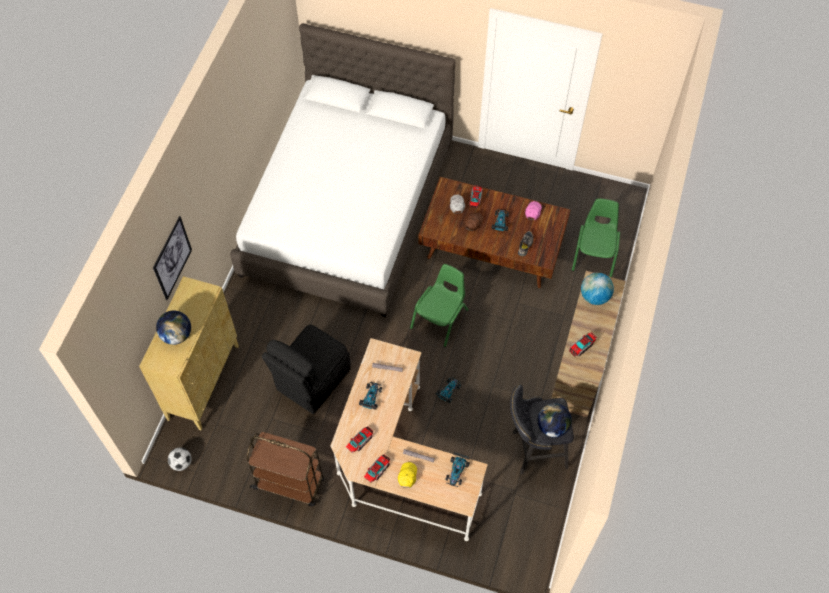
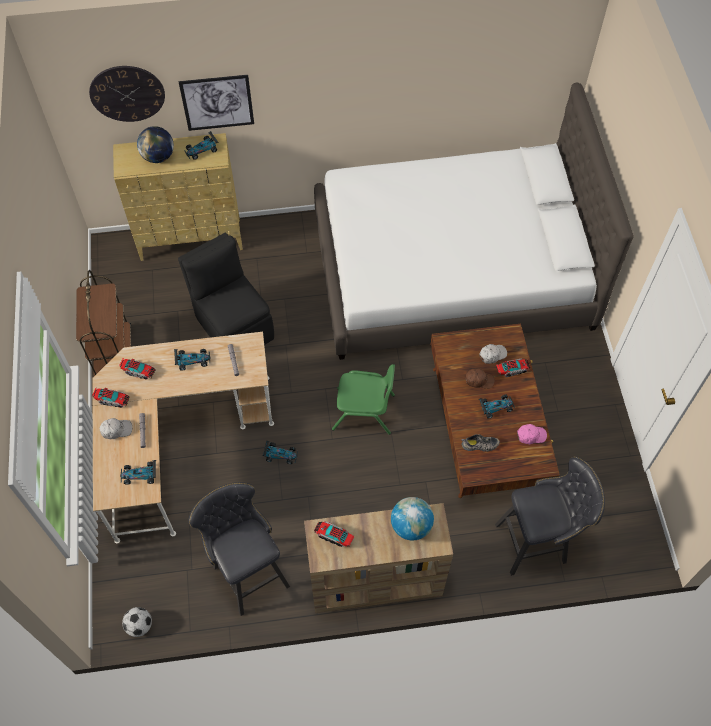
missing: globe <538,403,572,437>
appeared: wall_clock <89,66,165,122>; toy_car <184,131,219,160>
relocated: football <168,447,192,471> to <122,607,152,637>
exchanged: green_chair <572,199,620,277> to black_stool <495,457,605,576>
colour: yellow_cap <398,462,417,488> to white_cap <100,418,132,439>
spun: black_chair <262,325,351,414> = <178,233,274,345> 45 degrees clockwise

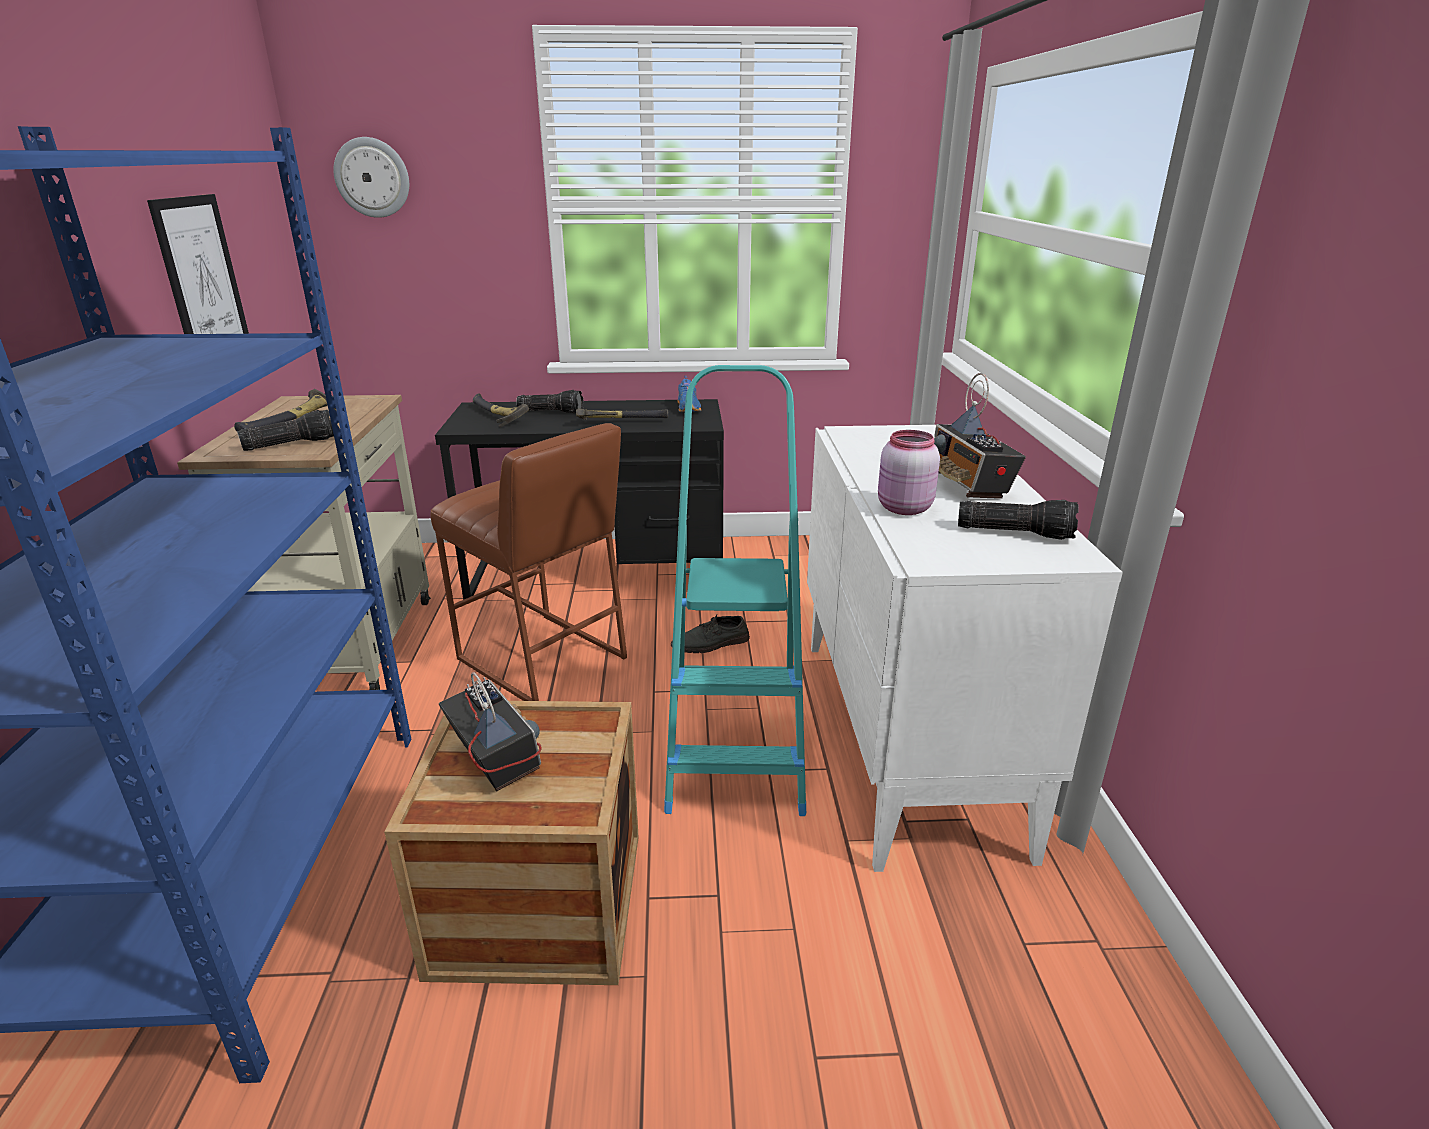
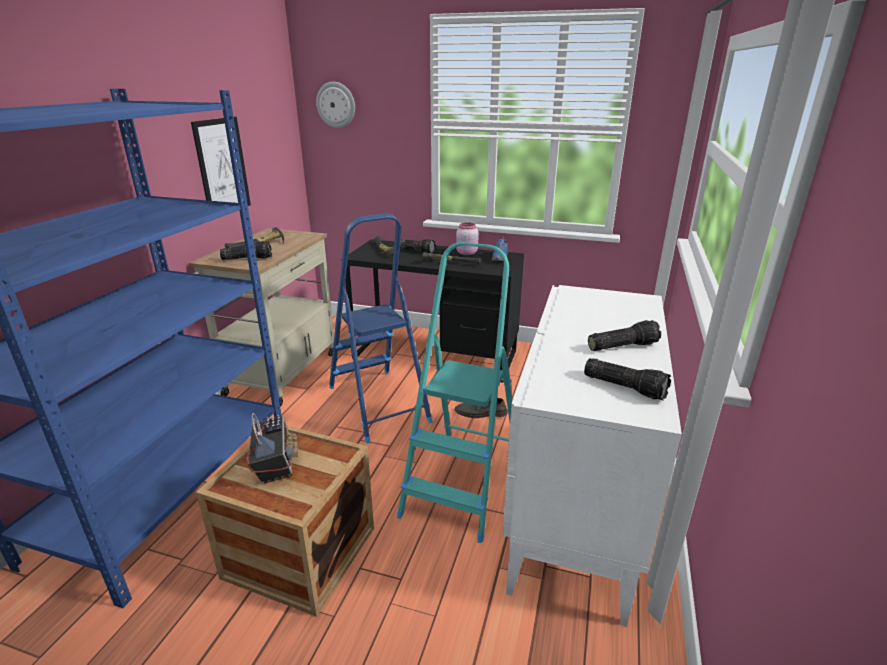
relocated: pink_jar <878,430,940,515> to <456,222,479,256>
exchanged: radio <934,373,1026,499> to flashlight <588,320,661,351>; brown_stool <430,423,627,701> to blue_step_ladder <329,213,433,444>

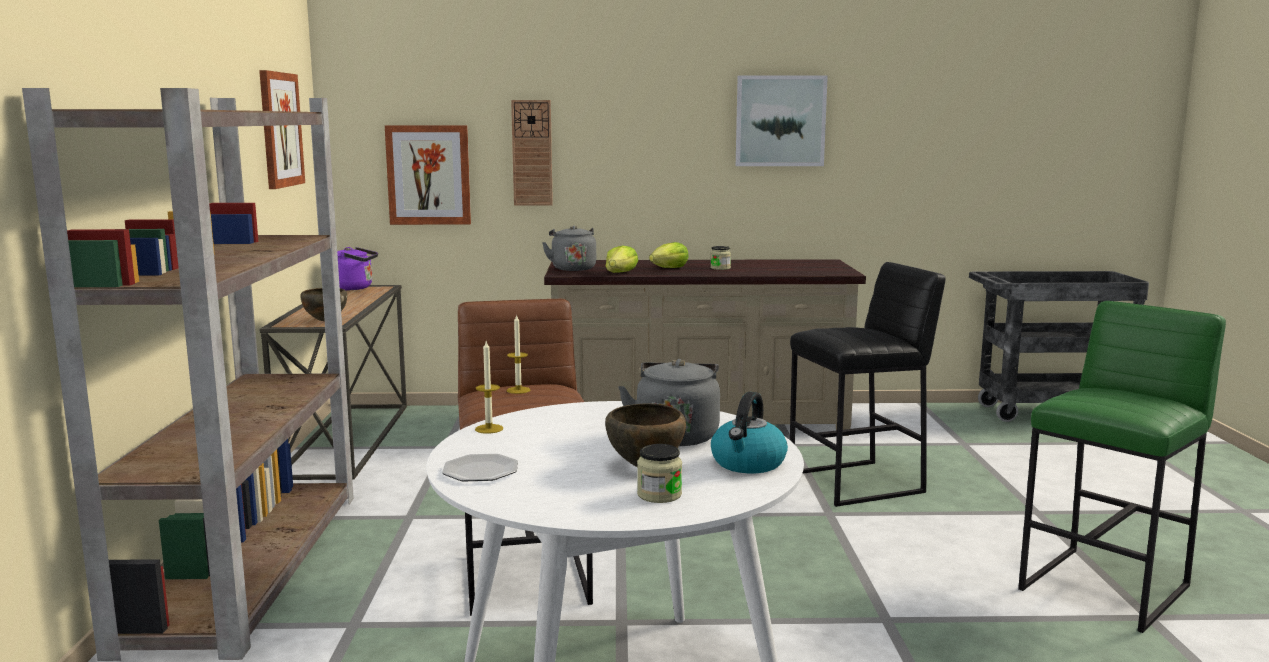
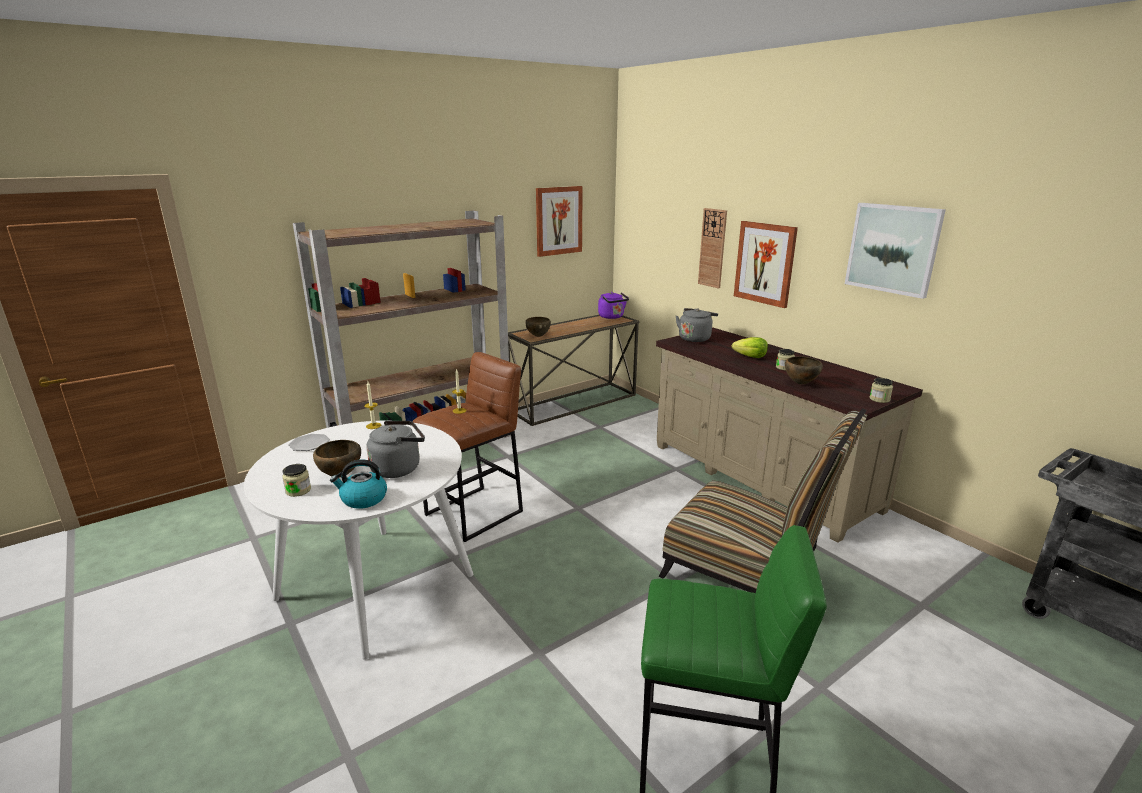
missing: lettuce <606,246,638,273>
appeared: brown_bowl <785,356,823,384>; jar <869,378,893,403>
relocated: picture <385,125,471,225> to <734,221,798,308>
exchanged: black_stool <790,262,946,507> to chair <659,408,867,593>

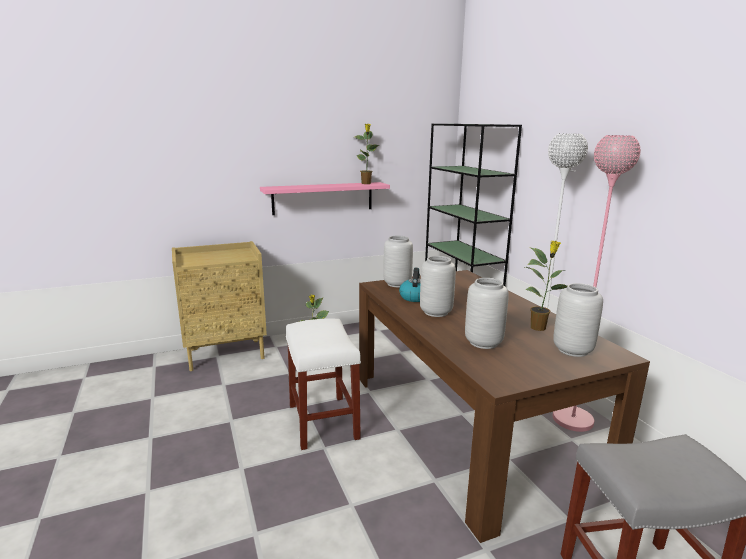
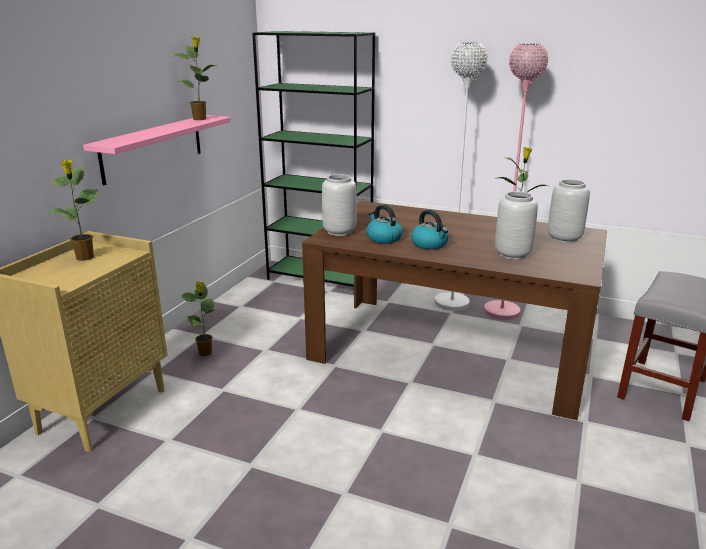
missing: white_stool <286,318,361,450>
appeared: potted_plant <49,159,98,261>
exchanged: grey_vase <420,256,456,317> to kettle <411,210,449,250>

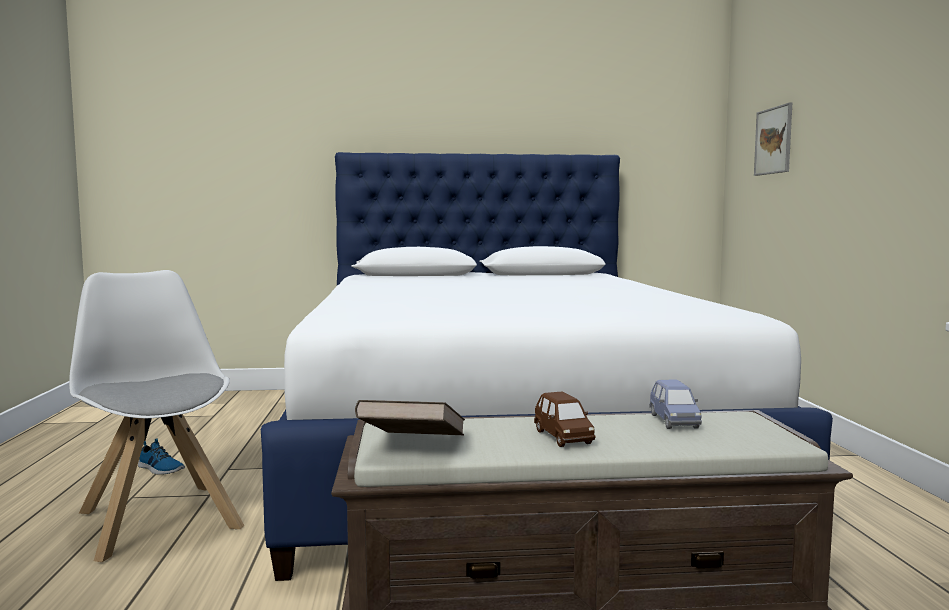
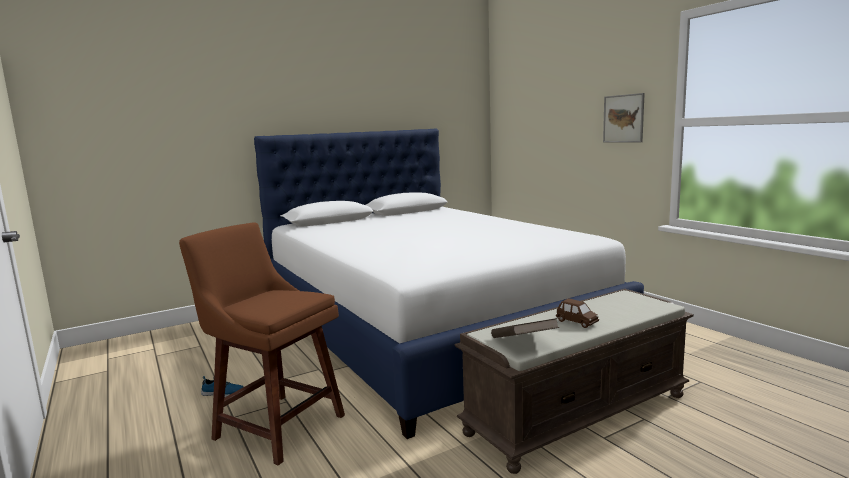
missing: blue_toy_car <649,380,702,429>
relocated: picture <754,102,792,176> to <603,93,645,142>
exchanged: chair <69,270,244,562> to brown_stool <179,223,345,465>

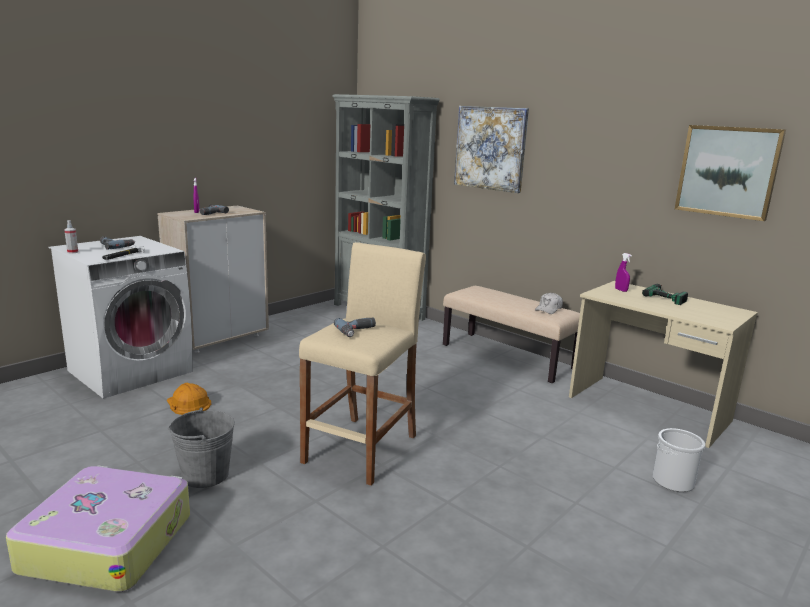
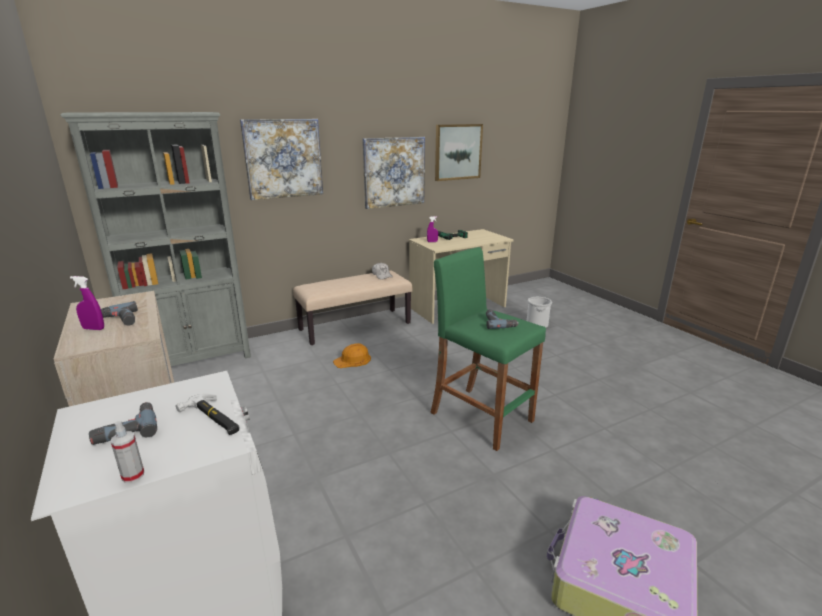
missing: grey_bucket <168,408,235,488>
appeared: picture <363,137,425,209>
relocated: orange_hard_hat <167,382,211,415> to <333,343,371,368>
colour: beige_stool <299,242,426,486> to green_stool <430,247,546,451>

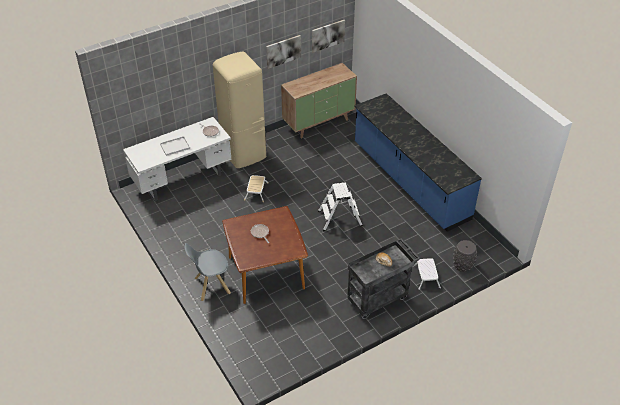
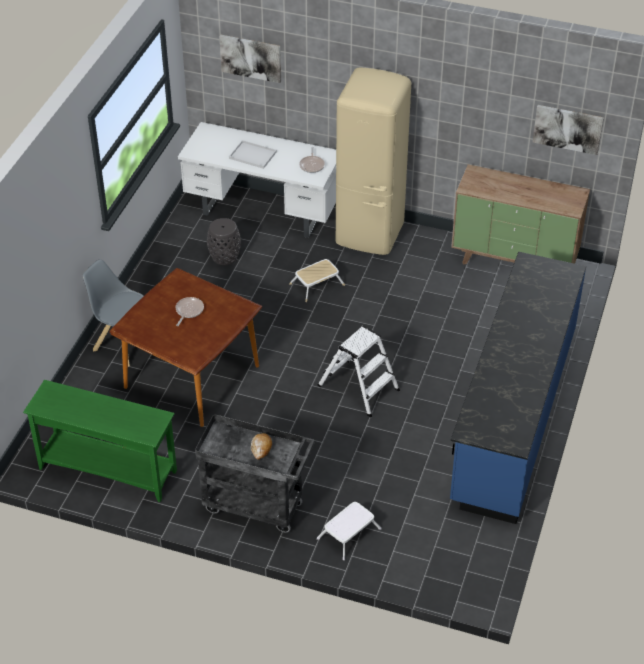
appeared: green_console_table <23,380,177,502>
relocated: picture <266,35,301,69> to <219,35,281,83>; grey_stool <453,240,477,272> to <207,218,241,265>

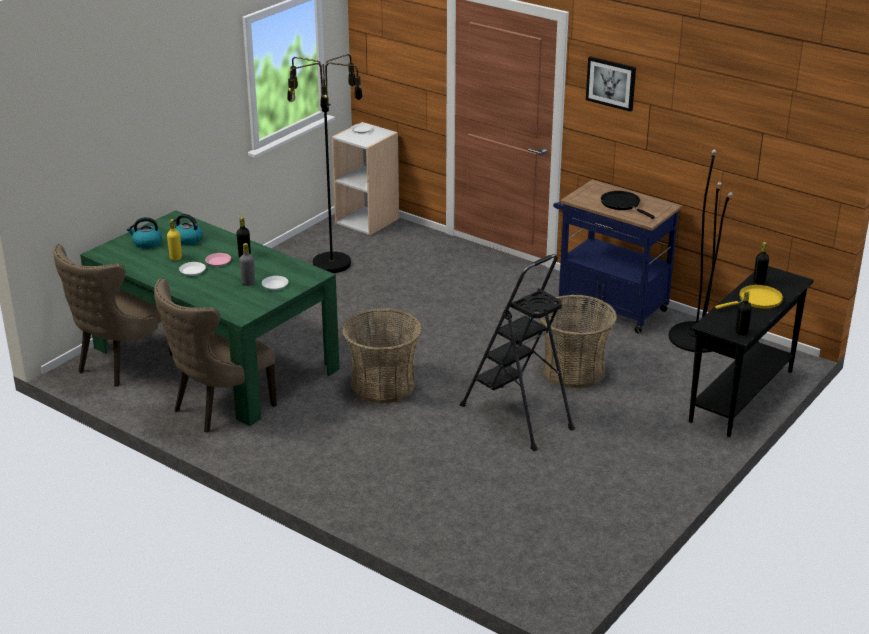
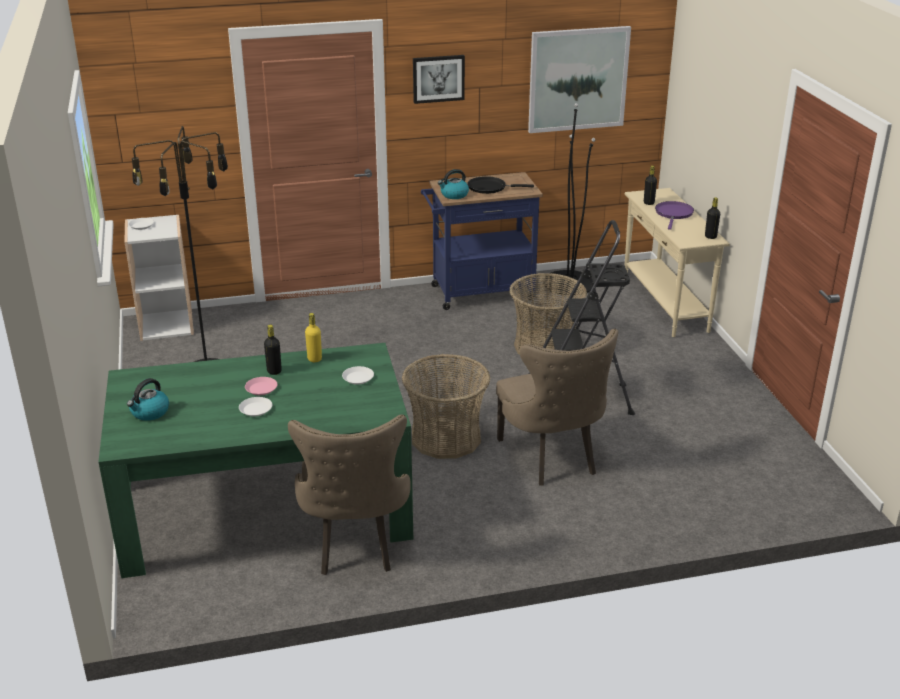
missing: grey_bottle <239,243,255,286>
appeared: picture <528,26,631,133>
relocated: kettle <174,214,203,245> to <438,169,469,199>; yellow_bottle <167,219,182,261> to <305,313,322,362>; beige_chair <54,244,173,387> to <496,329,618,486>
colour: black_console_table <689,266,814,437> to beige_console_table <625,188,730,338>; yellow_frying_pan <715,285,783,309> to purple_frying_pan <655,201,694,230>

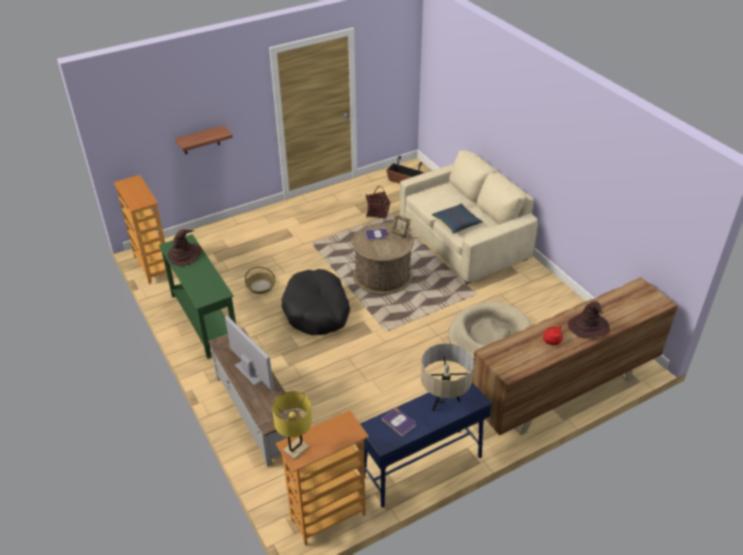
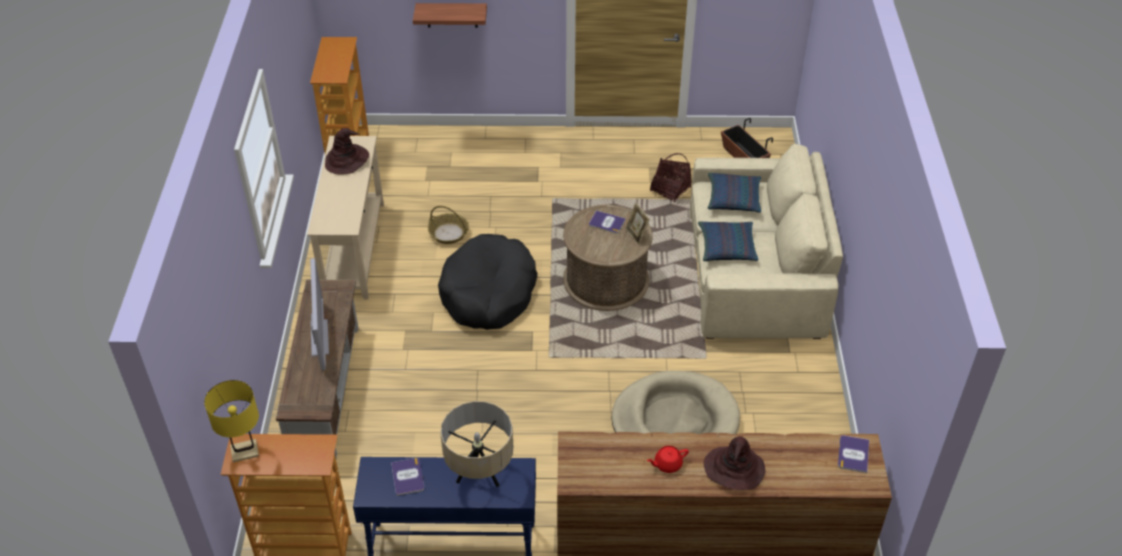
appeared: blue_pillow <708,173,761,212>; book <838,435,869,473>
colour: green_console_table <159,234,236,359> to beige_console_table <307,136,384,299>

